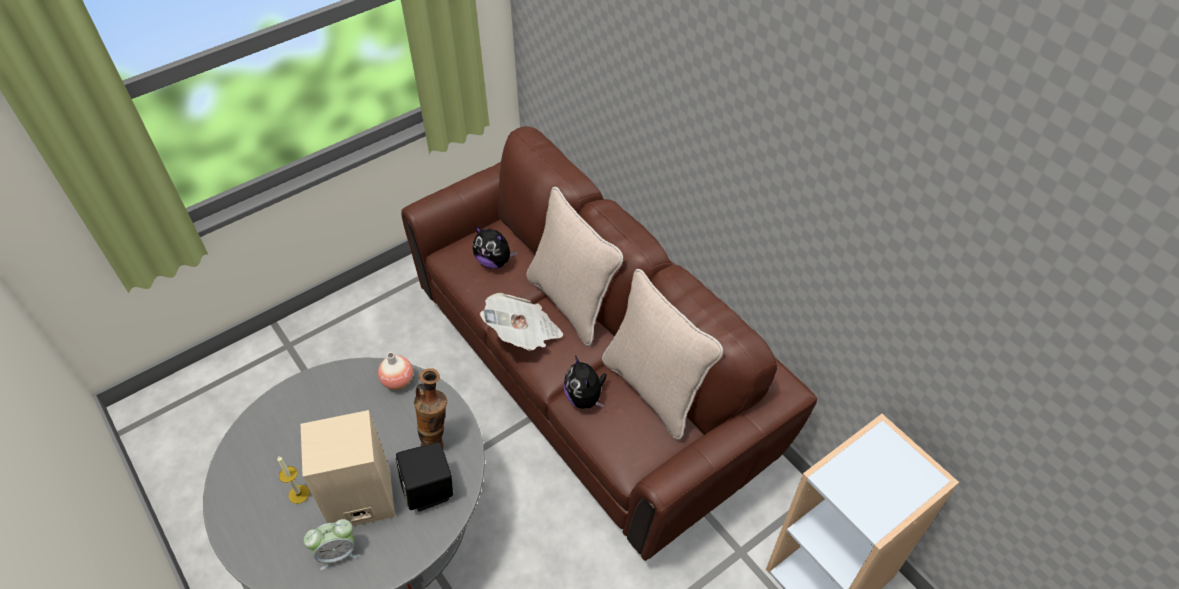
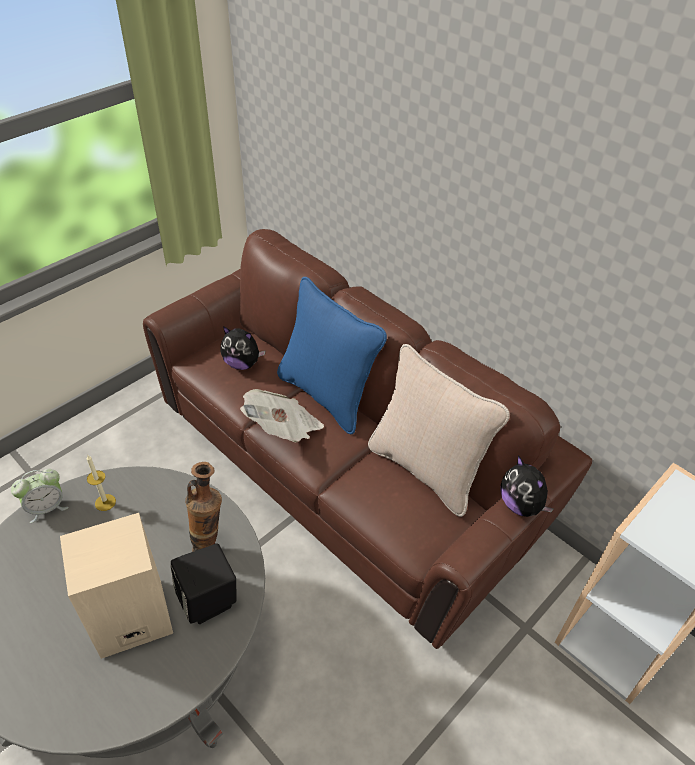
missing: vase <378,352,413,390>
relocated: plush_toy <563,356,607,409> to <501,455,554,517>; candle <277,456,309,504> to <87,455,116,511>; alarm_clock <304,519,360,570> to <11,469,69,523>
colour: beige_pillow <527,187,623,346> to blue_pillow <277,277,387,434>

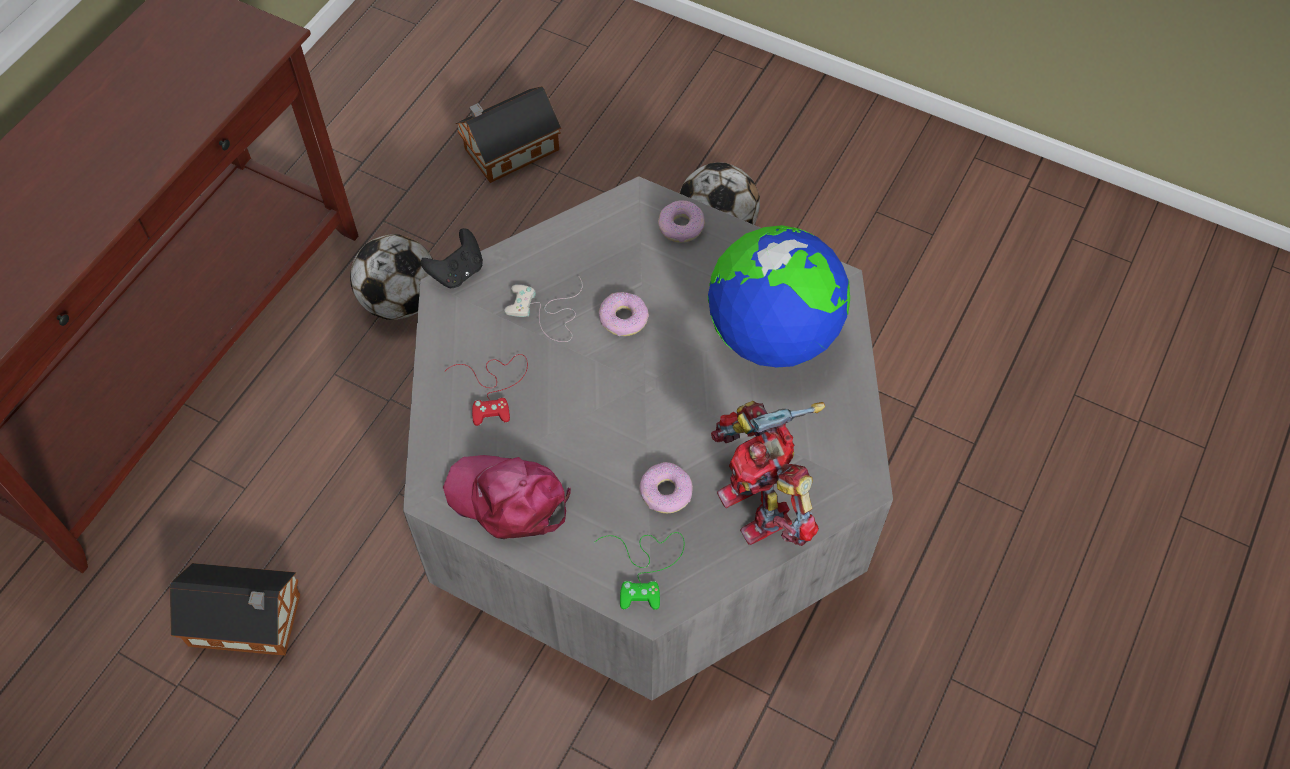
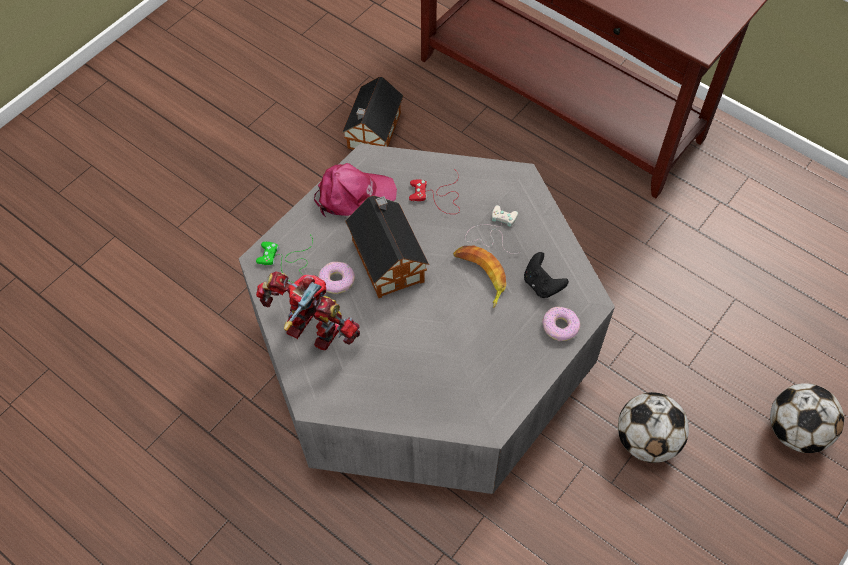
missing: globe <708,225,850,368>
relocated: toy_house <455,86,561,183> to <345,195,429,298>; black_game_controller <421,228,483,288> to <524,252,569,298>; football <350,234,433,320> to <770,383,844,453>
exchanged: donut <599,292,649,336> to banana <453,246,506,308>
spun: toy_robot <711,401,825,546> = <256,272,360,350> 45 degrees clockwise; pink_cap <443,455,570,539> = <314,163,397,217> 45 degrees clockwise

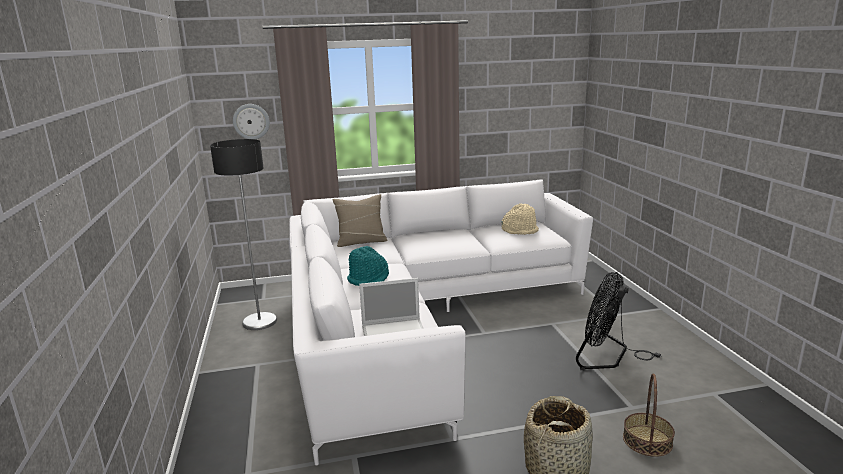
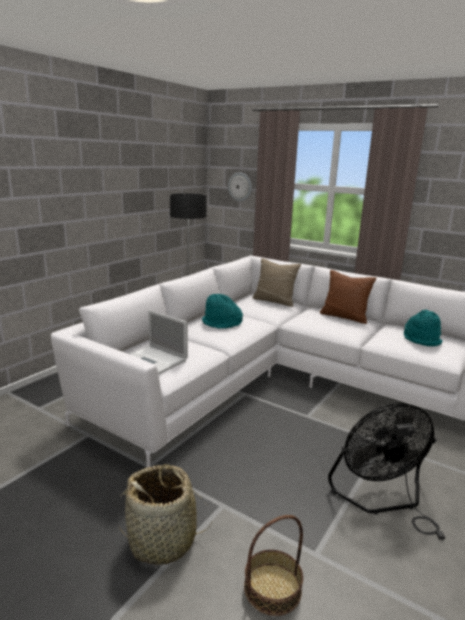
appeared: brown_pillow <320,270,377,324>
colour: beige_hat <502,203,539,235> to turquoise_hat <404,309,443,347>

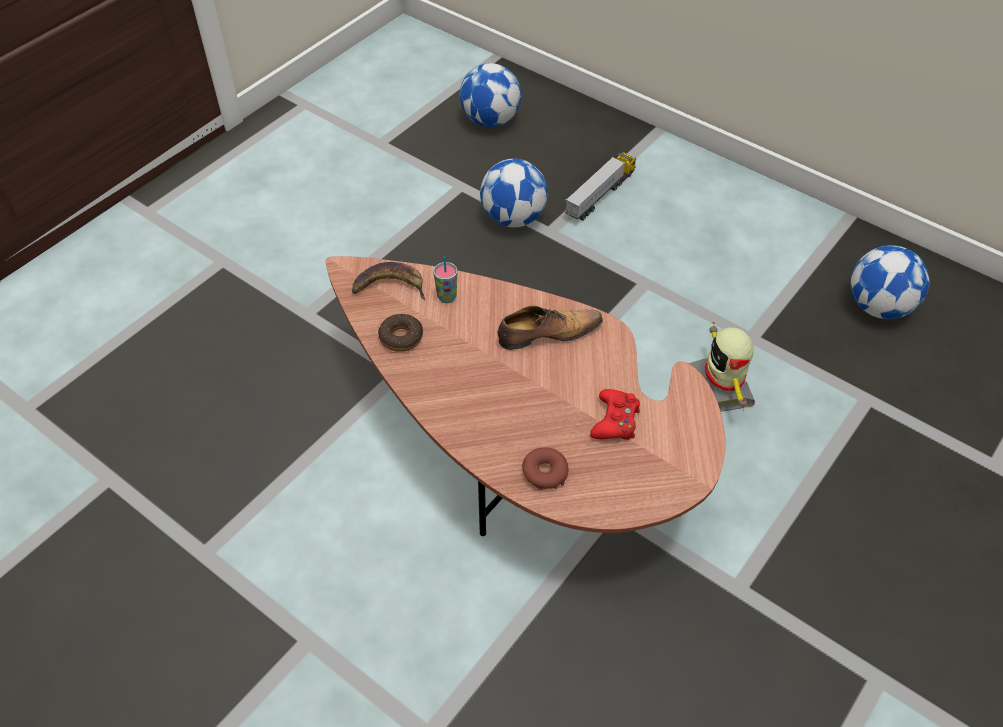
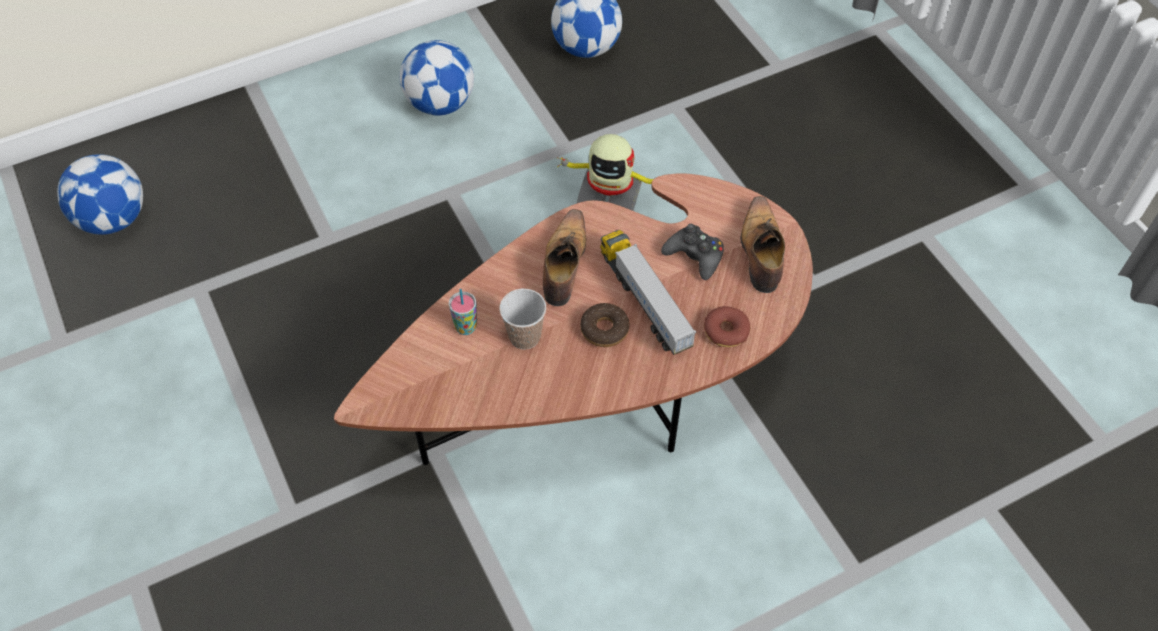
missing: banana <352,262,425,300>
appeared: shoe <740,196,785,293>; cup <500,288,546,350>
relocated: toy_truck <565,152,636,221> to <600,230,696,355>; football <480,159,548,227> to <400,40,474,116>; donut <378,314,423,352> to <580,303,629,347>
colour: red_game_controller <590,389,640,440> to black_game_controller <661,224,724,280>

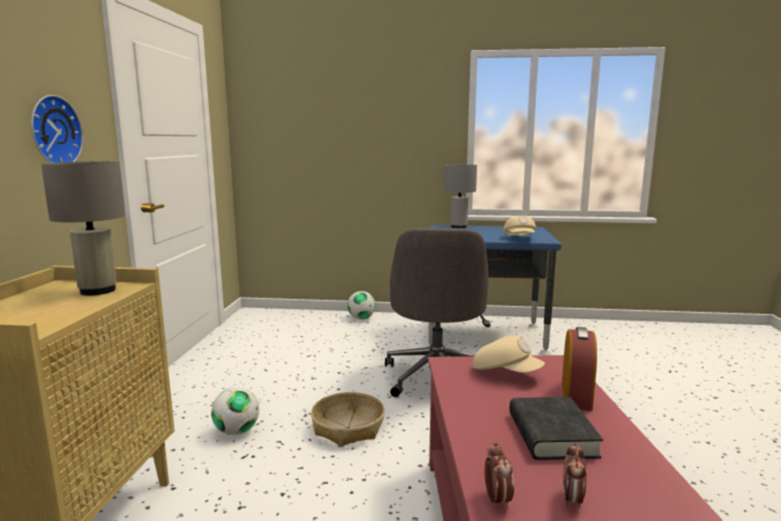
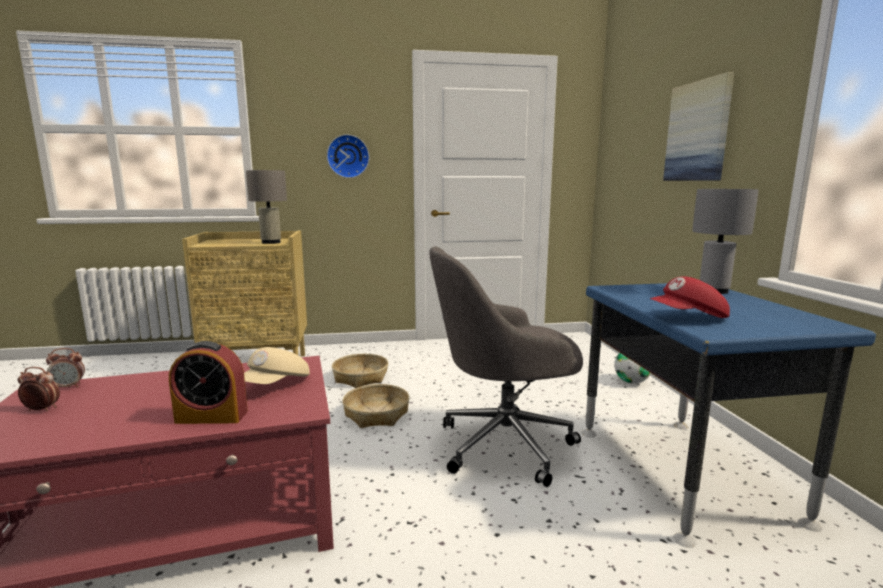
missing: black_book <509,397,603,460>
appeared: picture <663,72,734,181>
exchanged: football <211,387,259,435> to basket <332,354,388,388>
colour: beige_cap <503,216,536,236> to red_cap <650,277,730,318>

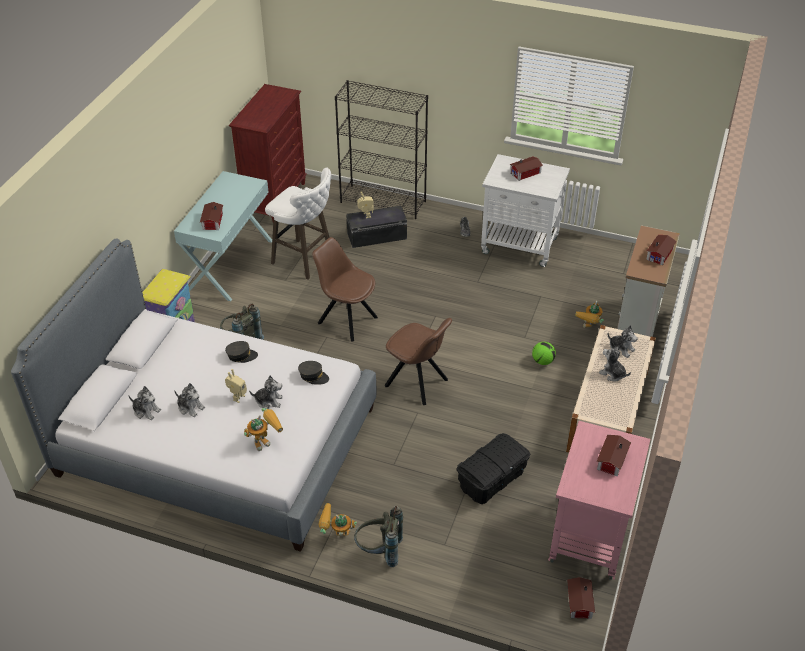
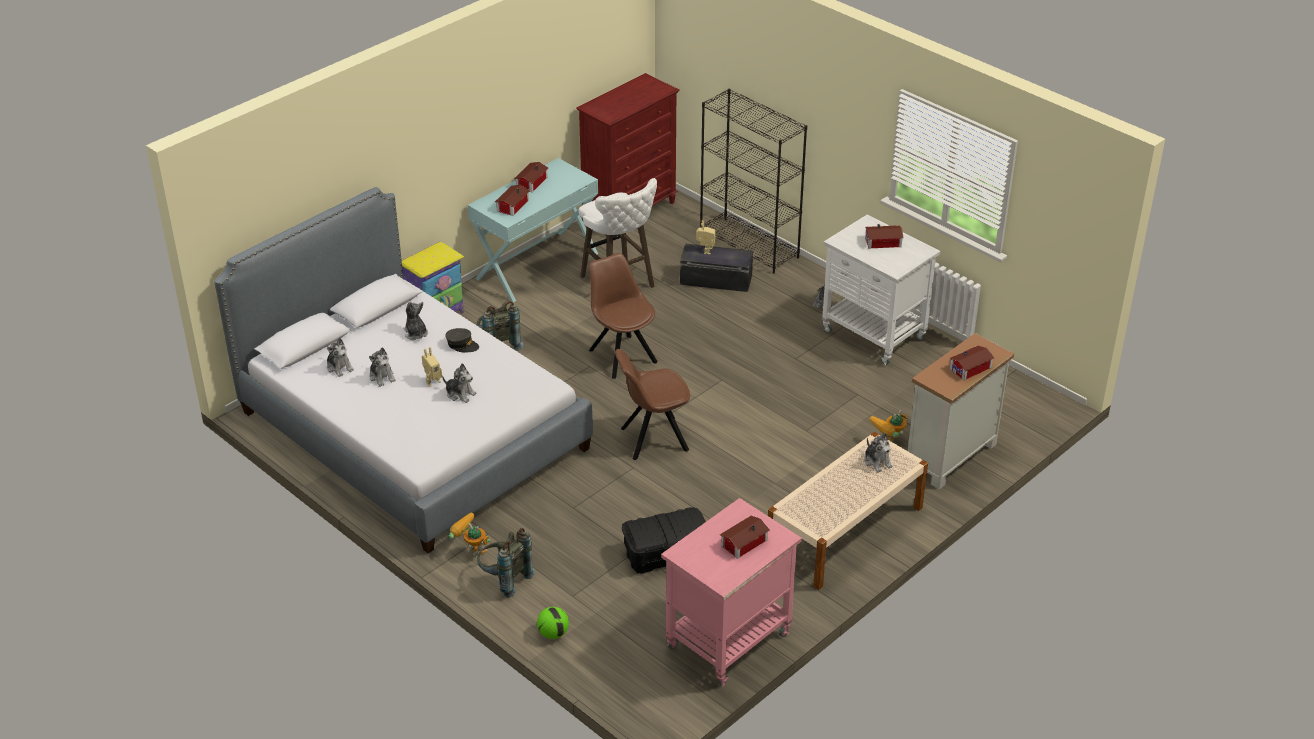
missing: grey_cap <298,361,329,385>; toy_robot <244,408,283,451>
relocated: football <532,342,556,365> to <537,607,569,639>; plush_toy <599,346,631,382> to <403,302,428,340>; toy_house <567,577,595,619> to <514,162,548,192>
spun: brown_chair <385,318,452,405> = <615,349,690,460> 105 degrees clockwise

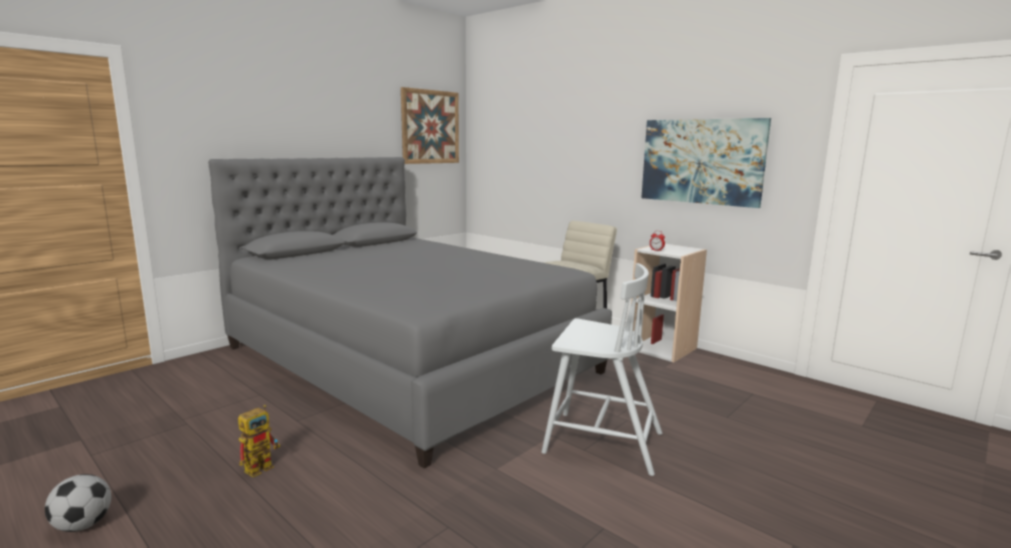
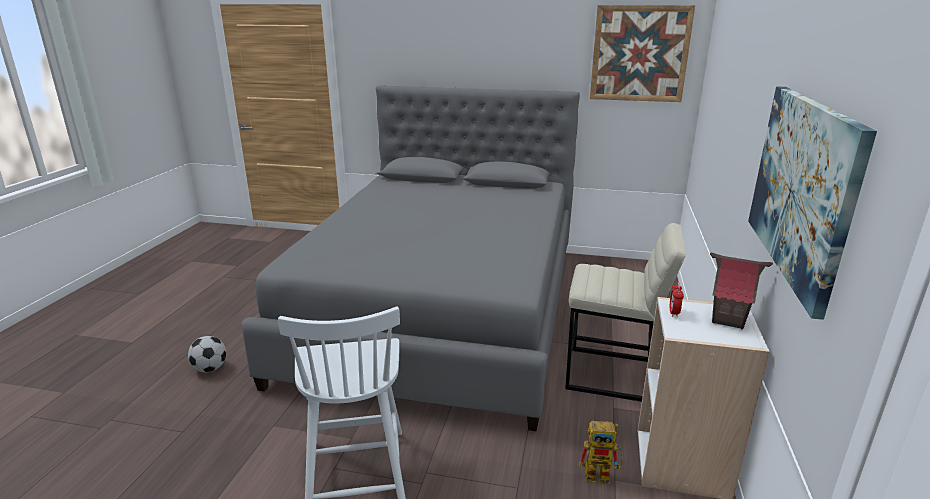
appeared: toy_house <710,252,773,329>
relocated: toy_robot <238,405,280,477> to <578,421,623,484>; football <45,474,111,532> to <188,336,226,372>

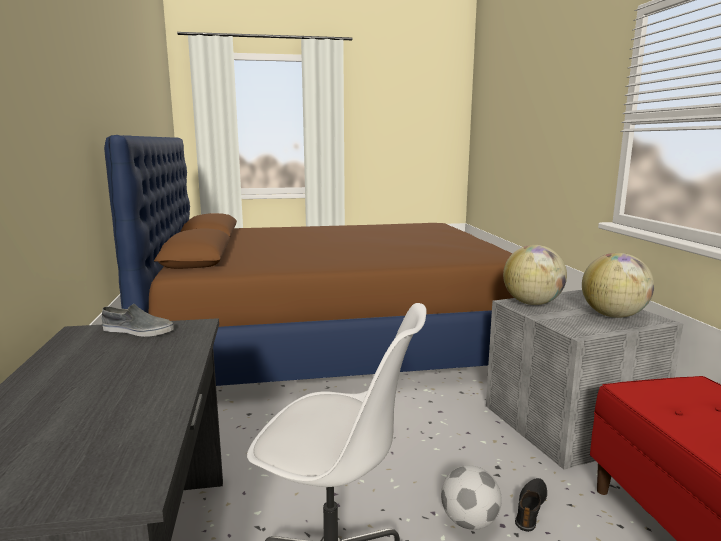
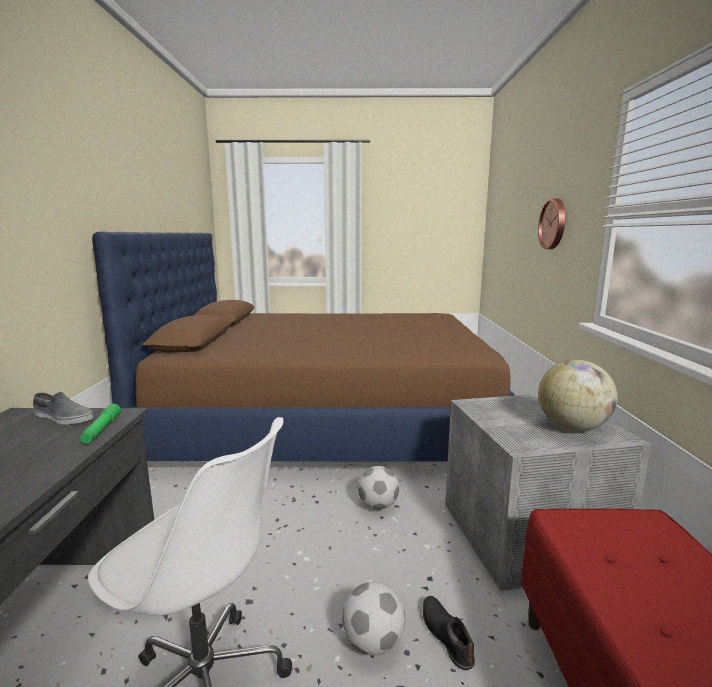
missing: globe <503,245,567,305>
appeared: wall_clock <538,198,565,249>; green_flashlight <80,404,121,444>; football <358,466,399,510>
spun: black_shoe <515,478,547,532> = <423,596,475,670> 60 degrees counterclockwise

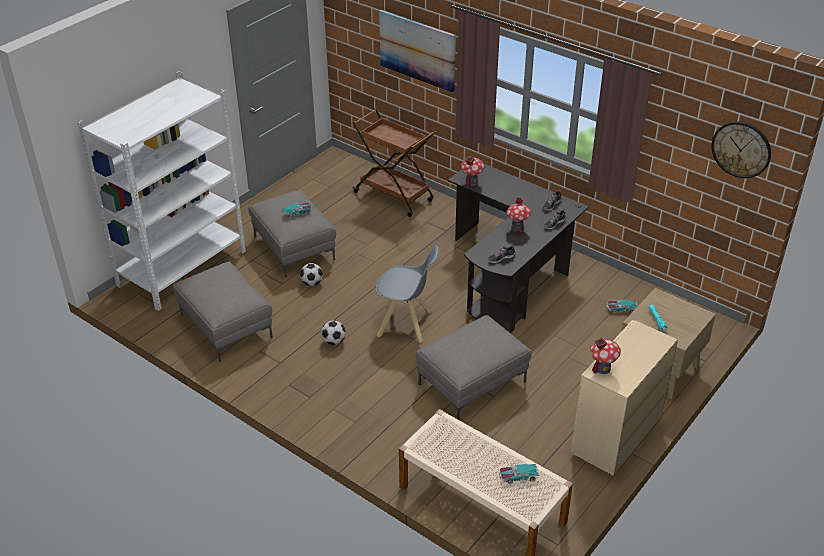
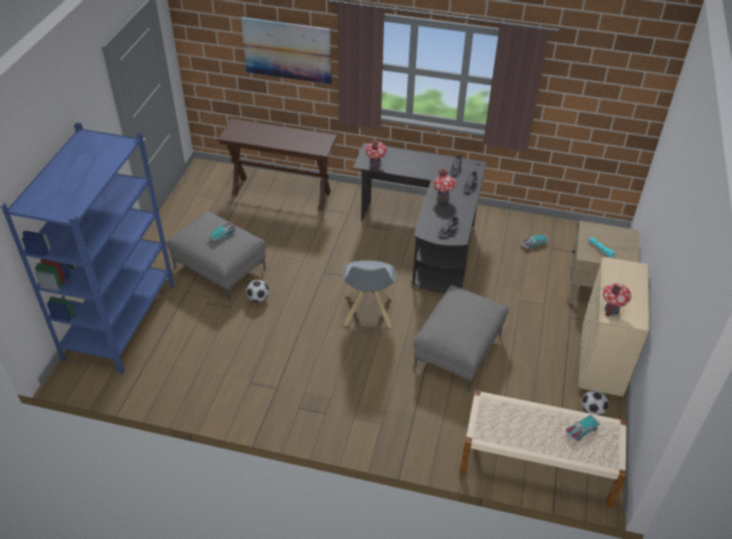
missing: wall_clock <711,121,771,178>; grey_ottoman <173,262,273,362>
relocated: football <321,320,346,345> to <582,390,609,416>
exchanged: brown_cart <352,108,436,217> to brown_console_table <217,119,338,211>
colour: white_bookcase <78,71,246,311> to blue_bookcase <1,123,175,374>
spun: grey_chair <376,245,439,343> = <343,260,396,329> 105 degrees clockwise

